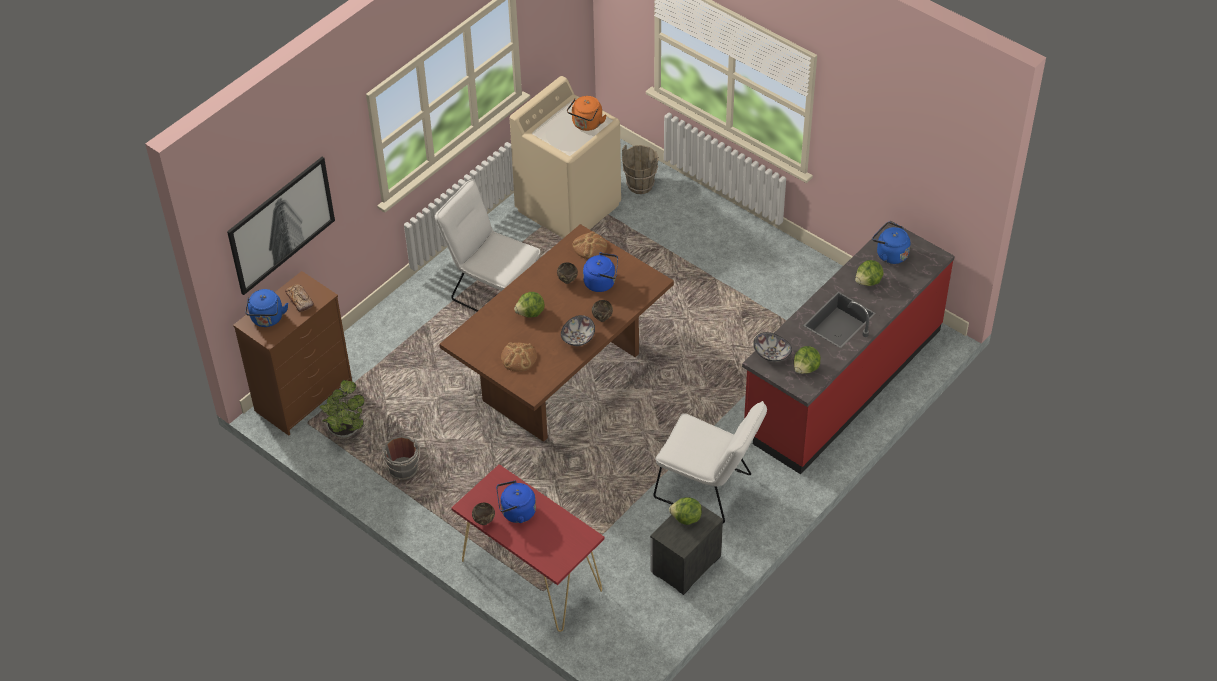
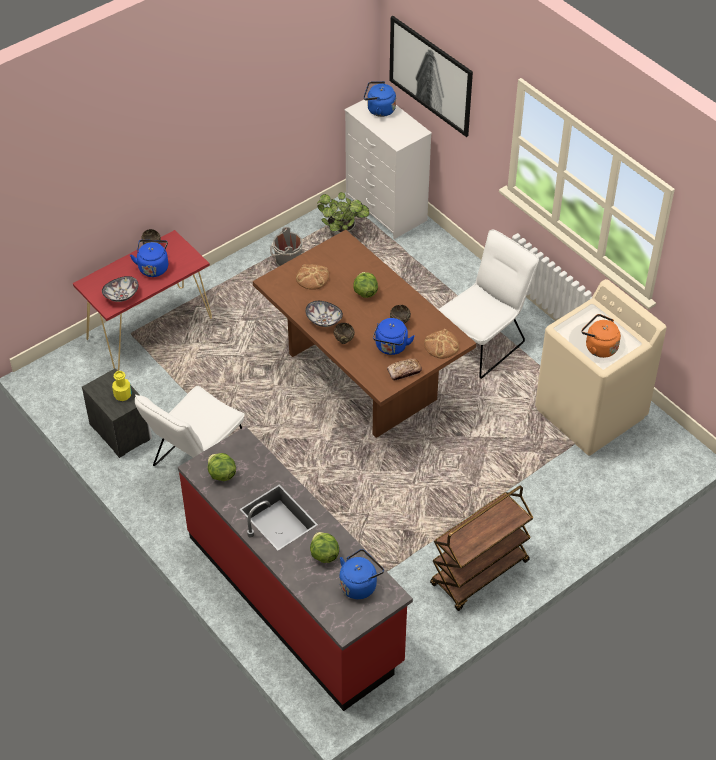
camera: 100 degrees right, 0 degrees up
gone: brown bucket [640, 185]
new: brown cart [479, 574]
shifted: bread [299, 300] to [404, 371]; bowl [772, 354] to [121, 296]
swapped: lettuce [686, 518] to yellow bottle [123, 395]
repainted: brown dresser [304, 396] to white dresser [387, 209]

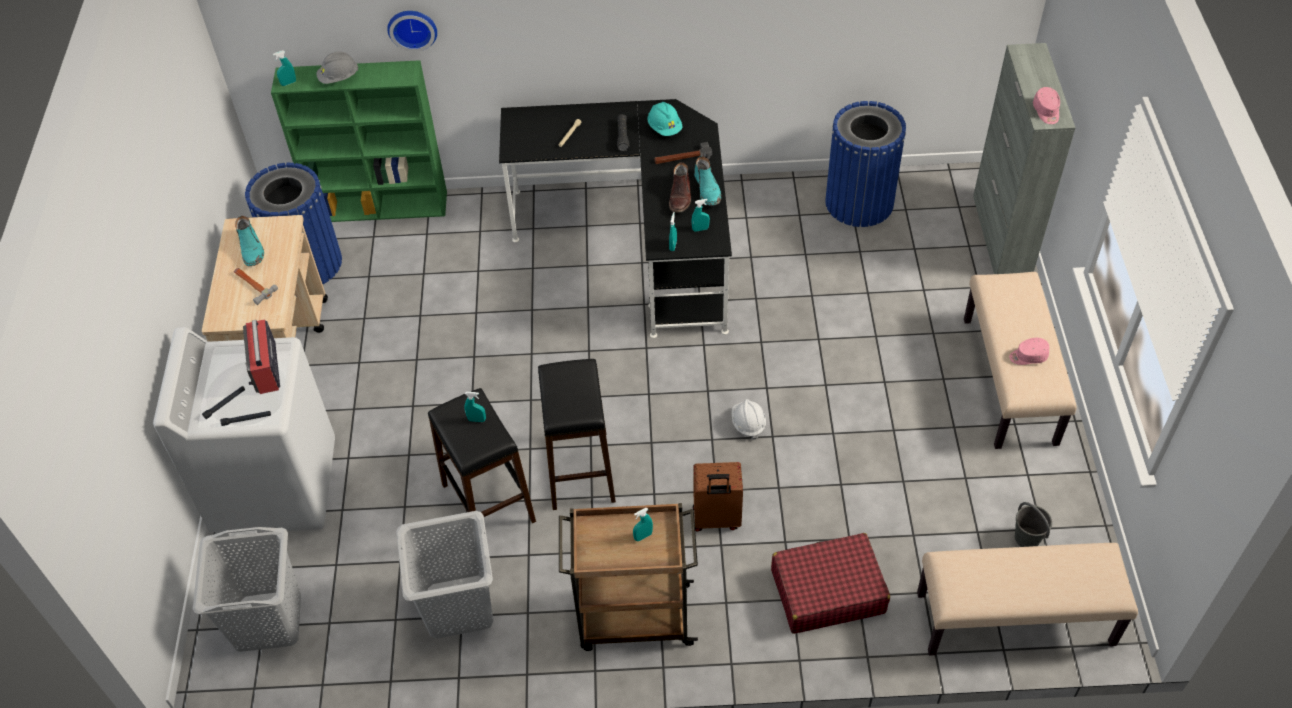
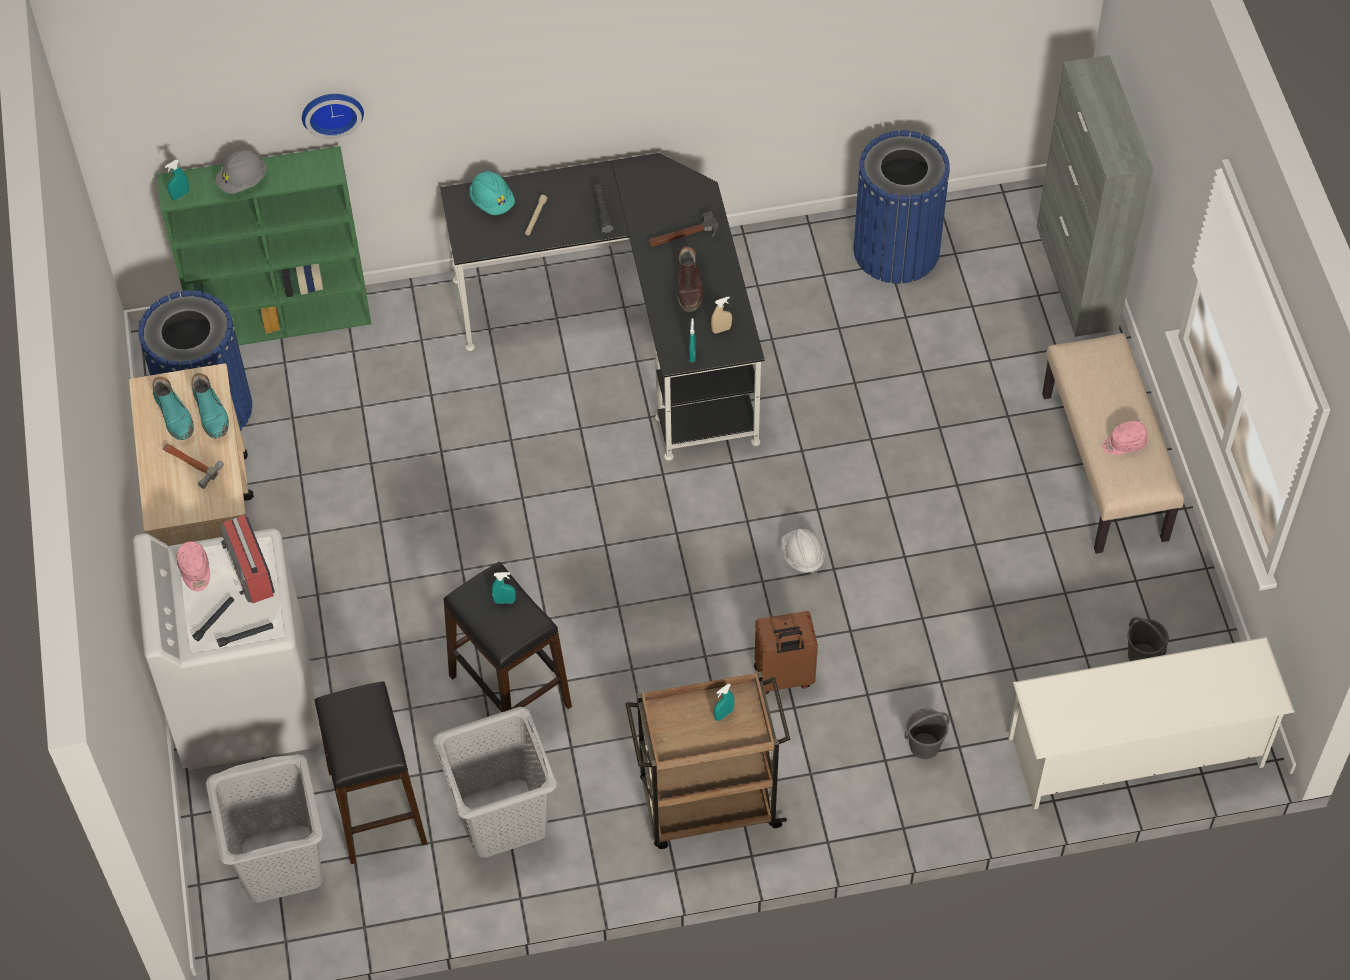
camera: 10 degrees left, 5 degrees up
shifted: black stool [580, 470] to [378, 807]; turquoise hard hat [664, 128] to [492, 202]; turquoise boot [708, 189] to [212, 413]; pink cap [1046, 111] to [195, 571]
swapped: red suitcase [827, 591] to grey bucket [924, 746]; beige bench [1014, 620] to white shoe rack [1136, 752]
repainted: turquoise spray bottle [700, 229] to beige spray bottle [721, 329]

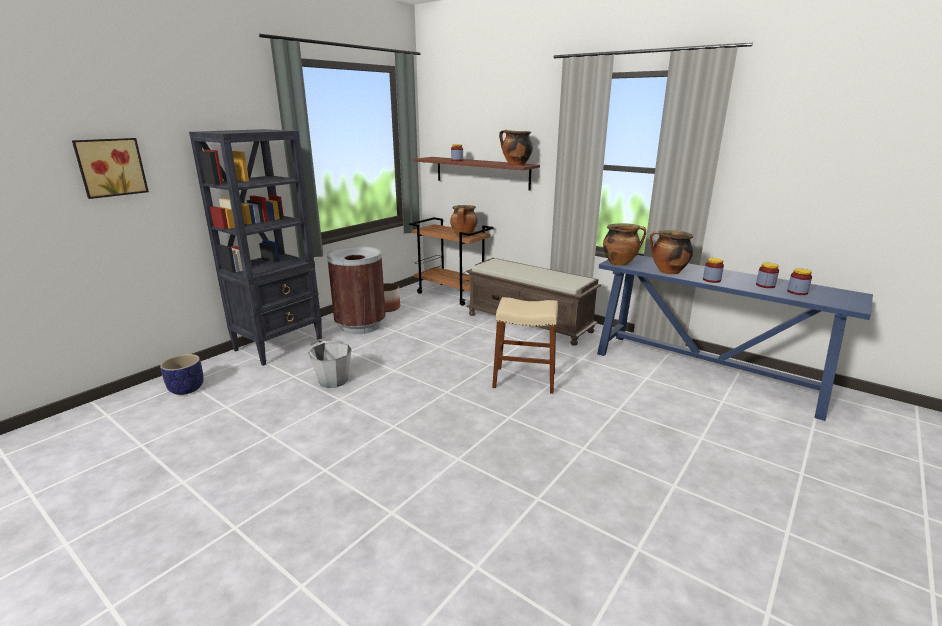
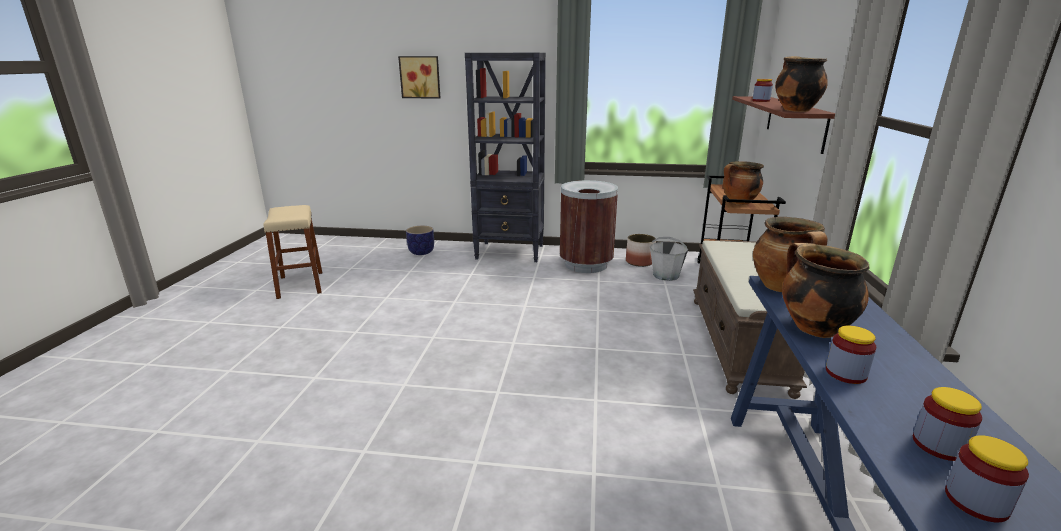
camera: 60 degrees right, 0 degrees up
shifted: grey bucket [333, 380] to [666, 275]; beige stool [524, 380] to [300, 285]

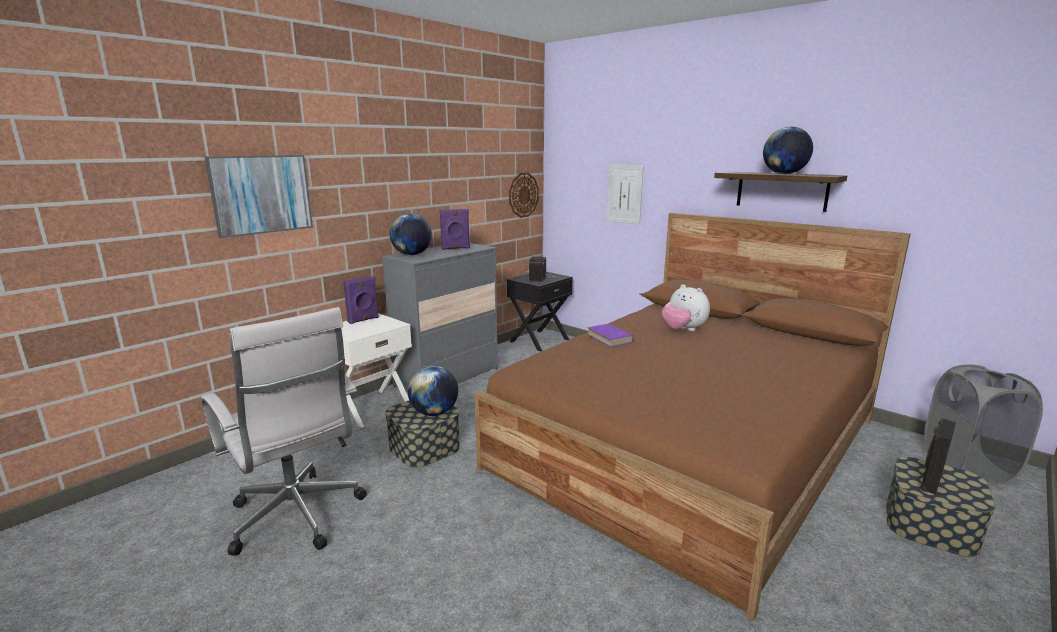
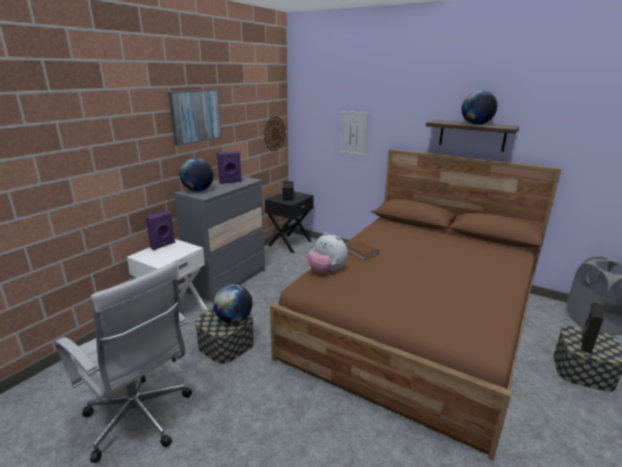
camera: 10 degrees left, 5 degrees up
shifted: picture [261, 194] to [195, 116]; plush toy [683, 330] to [327, 271]
repainted: purple book [609, 338] to brown book [360, 252]

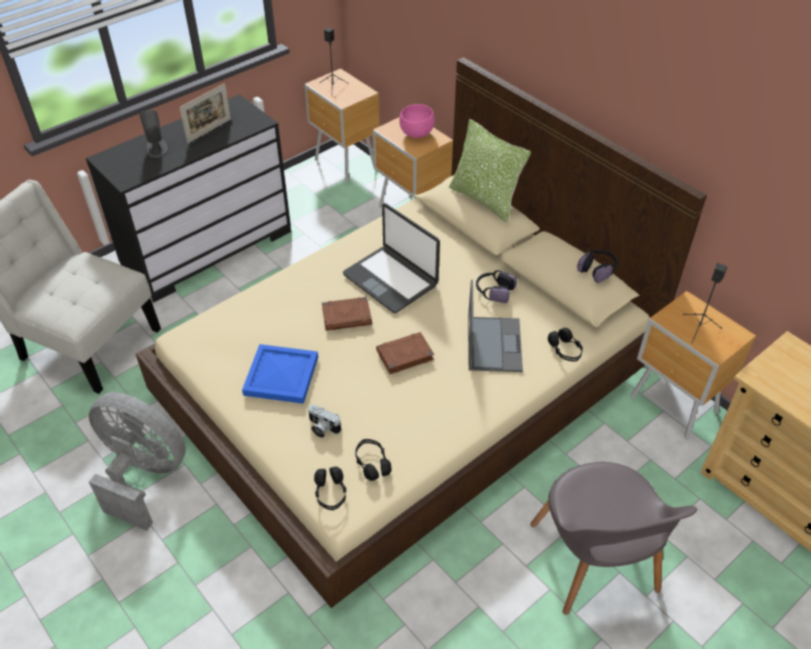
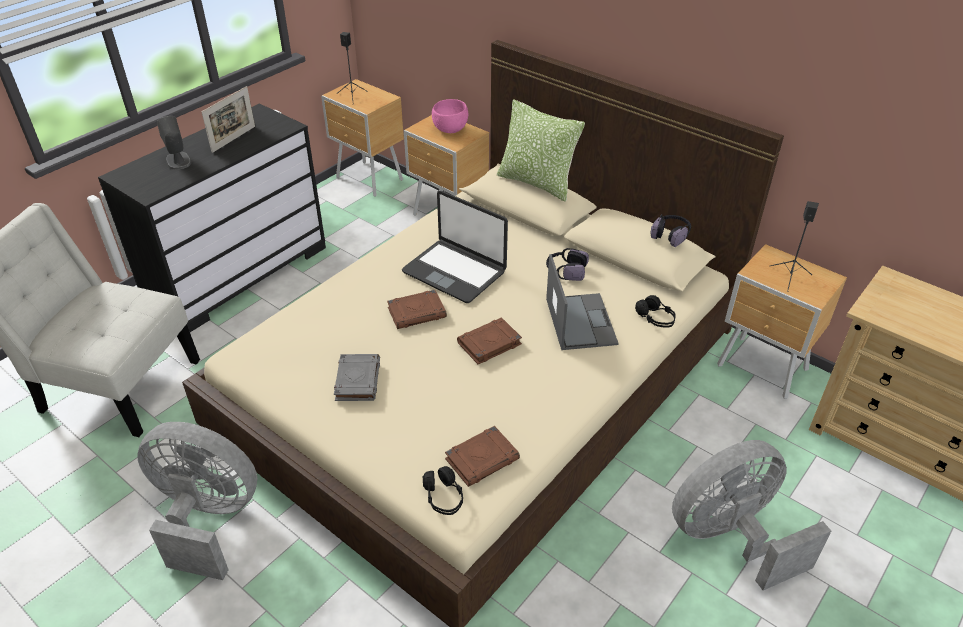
camera: 10 degrees left, 5 degrees down
gone: photo camera [322, 428]
swapped: blue tray [280, 375] to grey book [357, 380]; black headphones [372, 463] to brown book [482, 459]; grey chair [595, 563] to grey fan [730, 537]

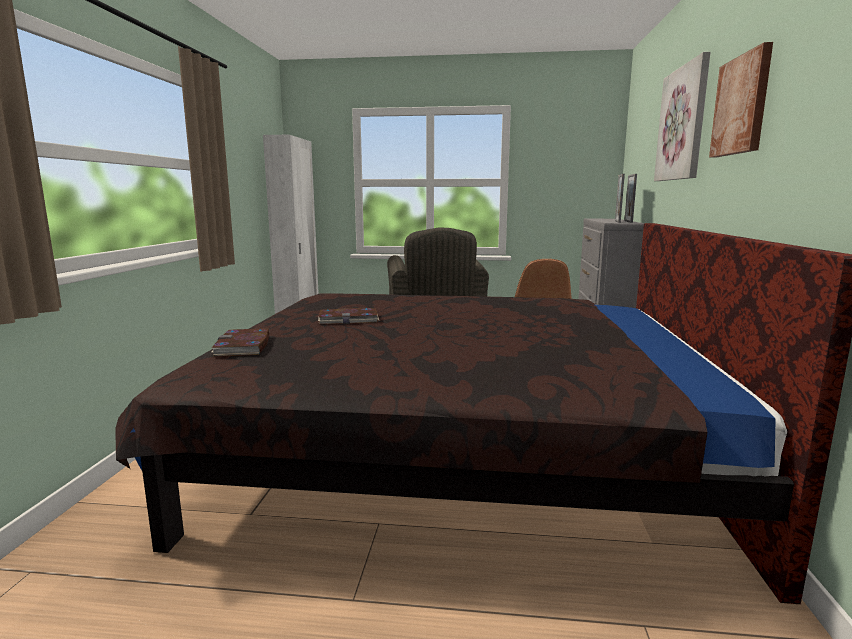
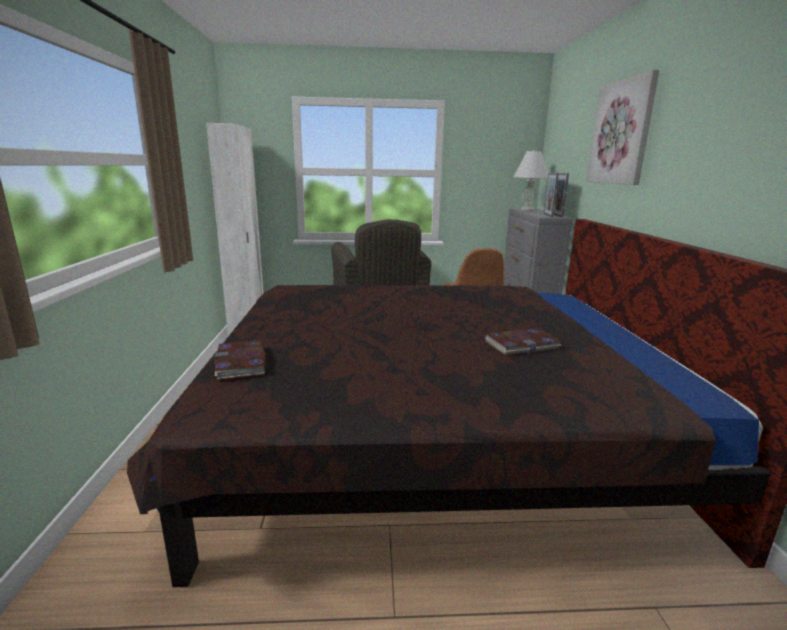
camera: 10 degrees left, 5 degrees up
gone: picture [742, 105]
new: white table lamp [527, 209]
shifted: book [348, 319] to [521, 344]

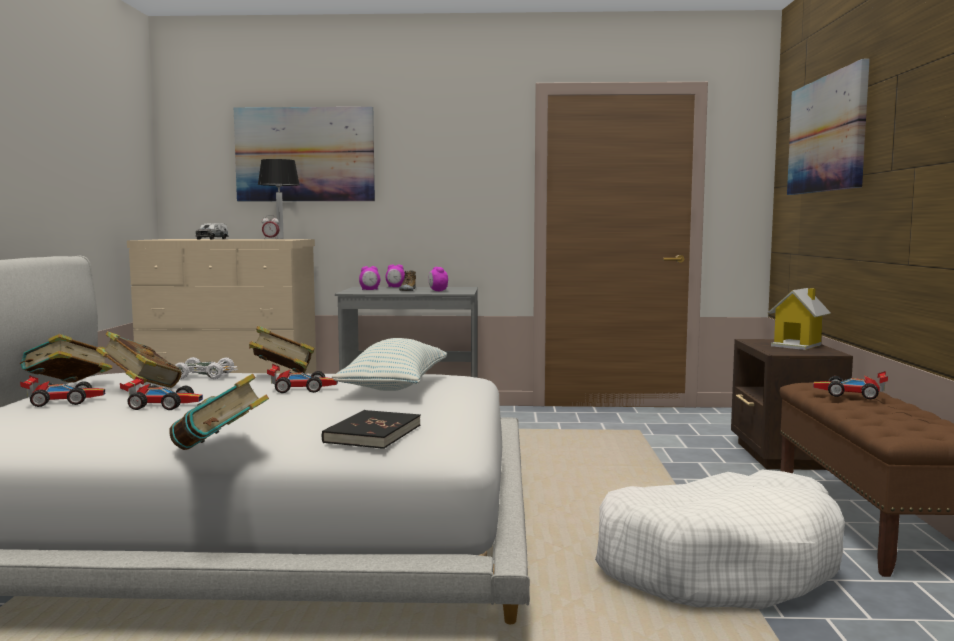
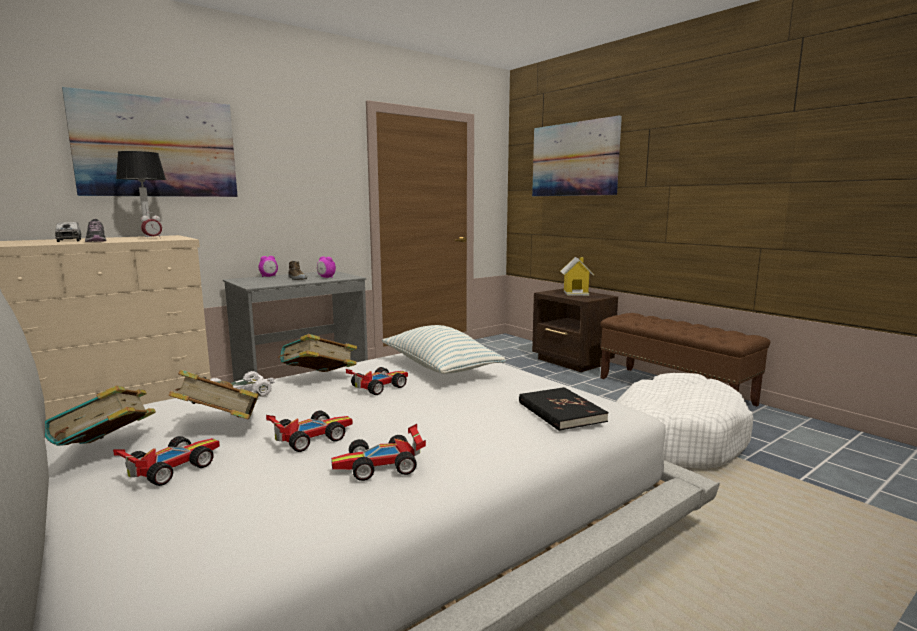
camera: 40 degrees left, 5 degrees up
gone: book [220, 451]; alarm clock [369, 290]
new: shoe [96, 241]
shifted: toy car [851, 394] to [381, 466]

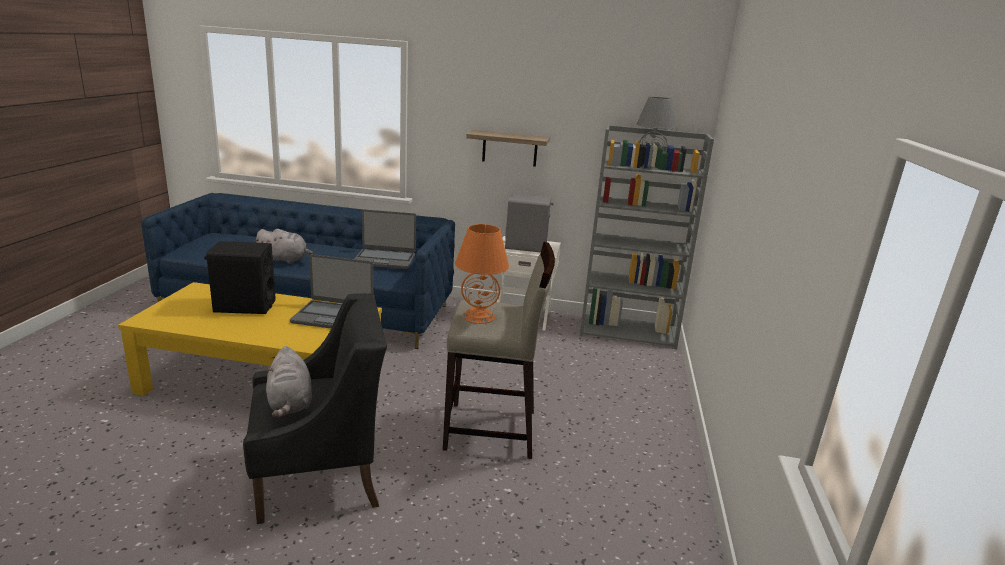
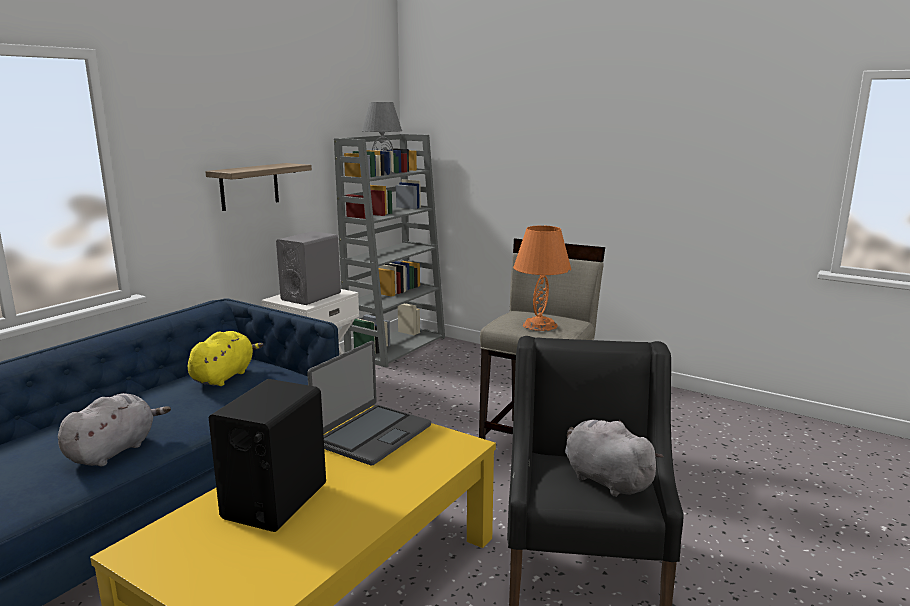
camera: 65 degrees left, 5 degrees down
swapped: laptop [384, 259] to yellow plush toy [224, 376]
rotated: grey plush toy [290, 404] = [604, 479] 135 degrees counterclockwise

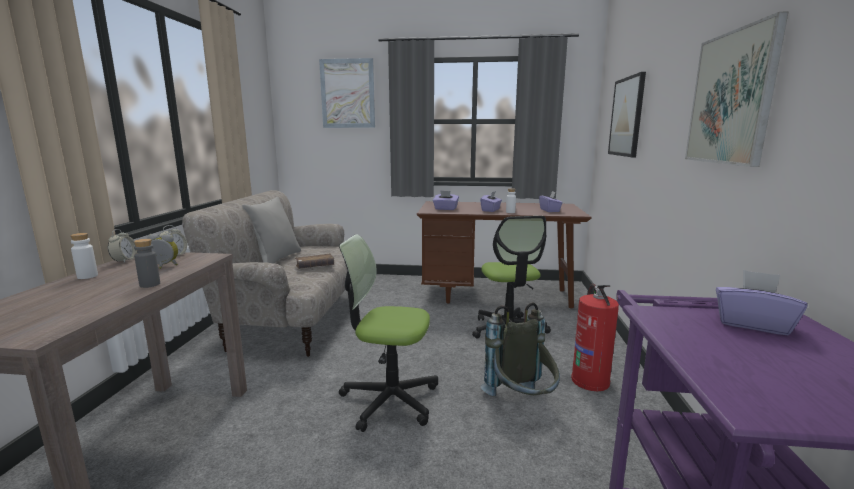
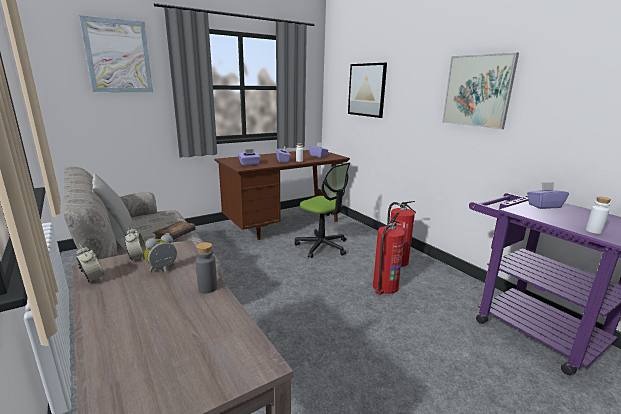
camera: 40 degrees left, 5 degrees up
gone: office chair [389, 399]
shifted: white bottle [87, 276] to [593, 231]
swapped: grey backpack [521, 403] to fire extinguisher [384, 287]

